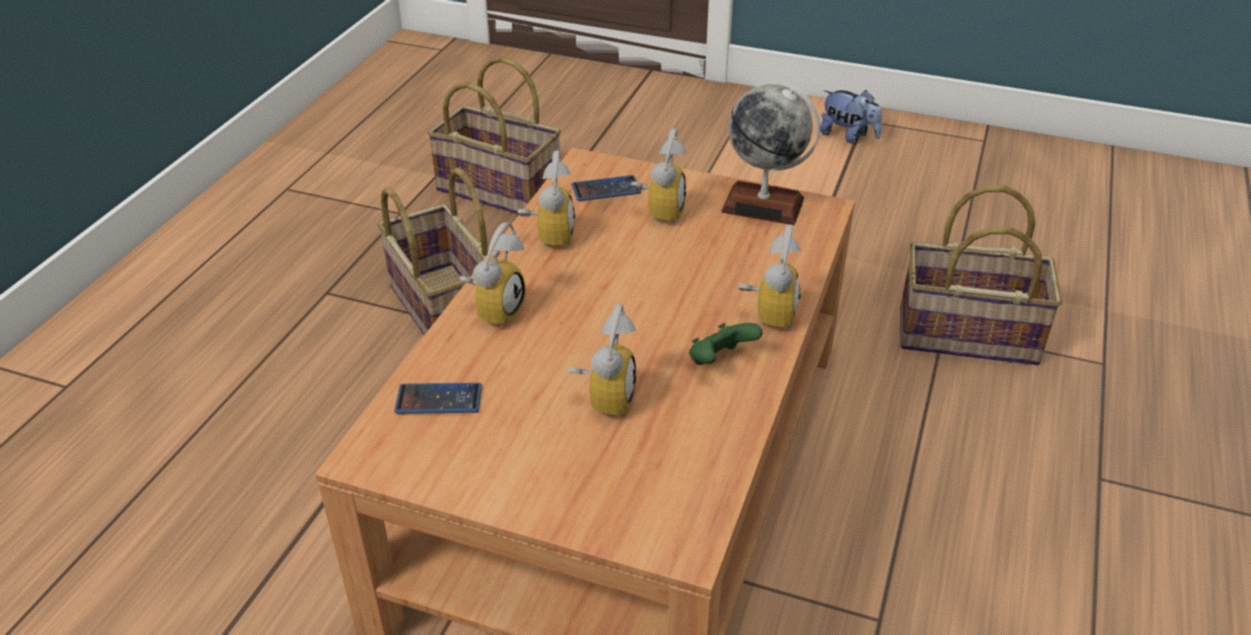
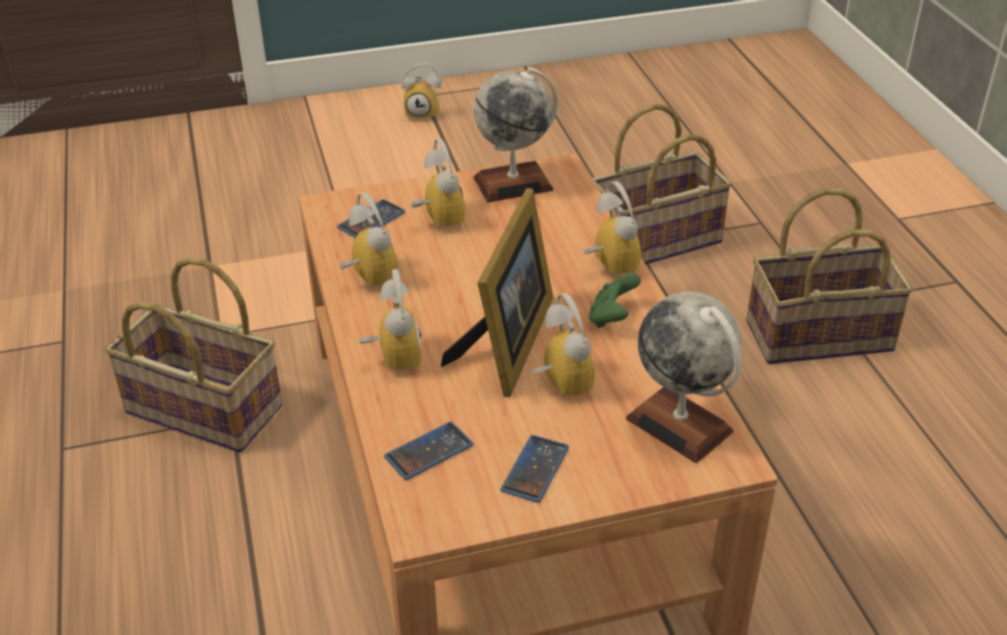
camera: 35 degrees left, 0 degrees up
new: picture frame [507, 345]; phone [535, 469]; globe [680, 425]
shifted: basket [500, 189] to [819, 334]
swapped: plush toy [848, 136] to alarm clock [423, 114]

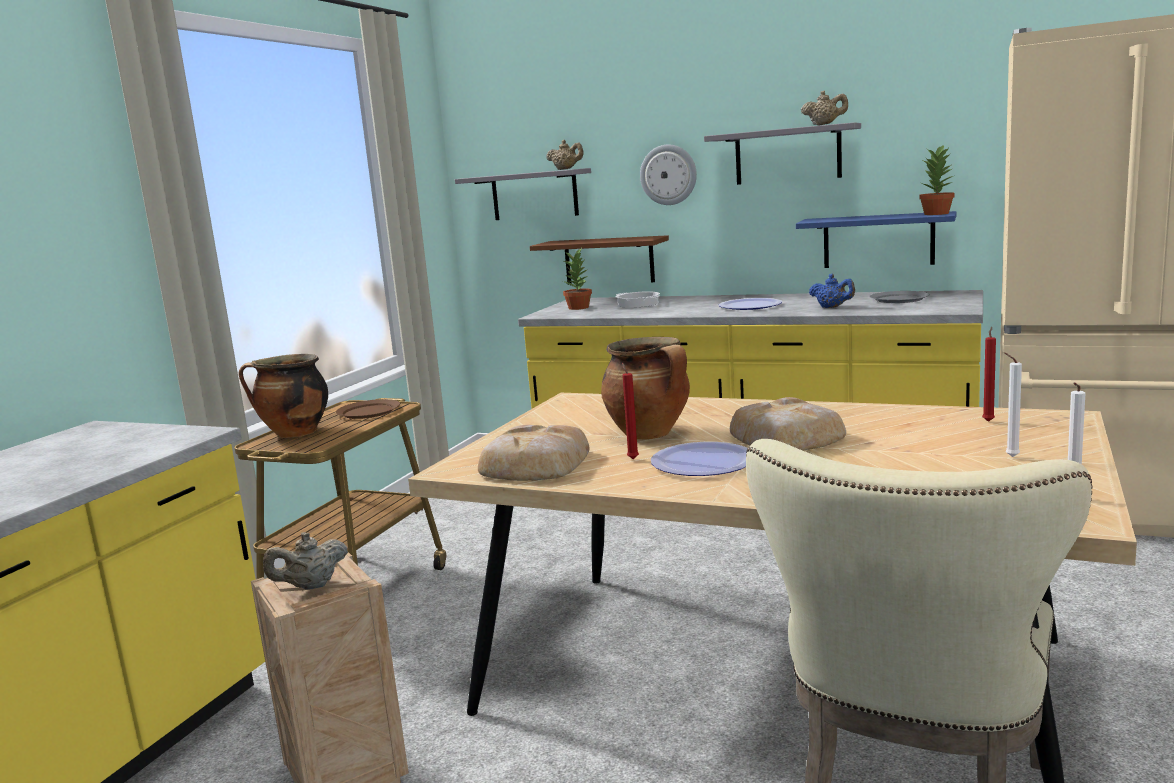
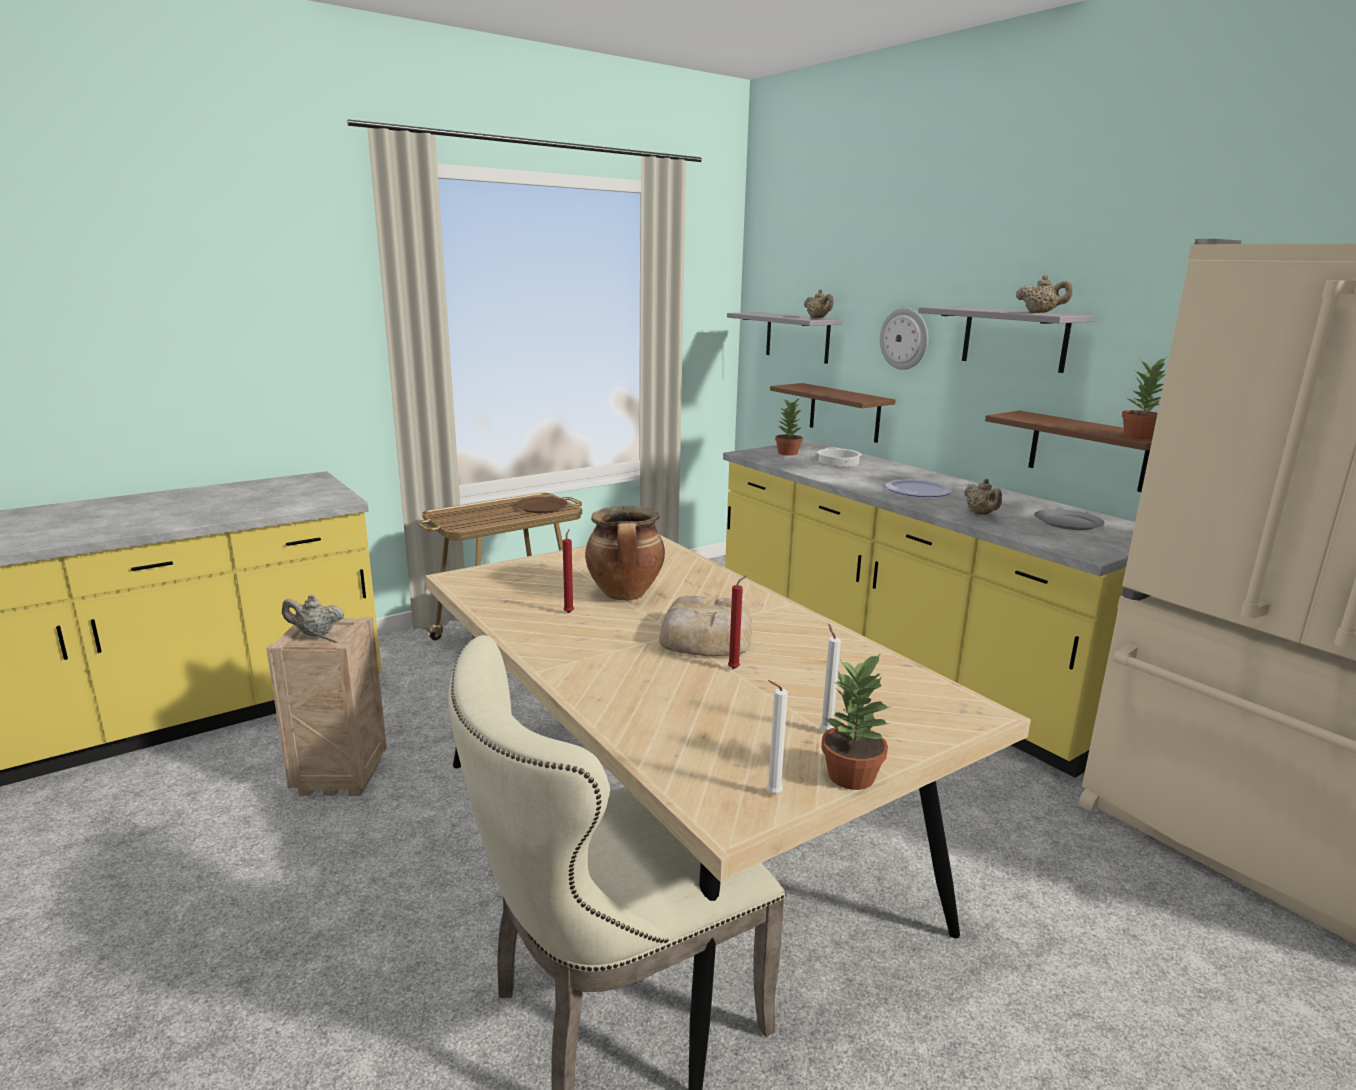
camera: 30 degrees right, 5 degrees up
gone: cooking pot [294, 434]; bread [533, 465]; plate [703, 462]
new: potted plant [852, 777]
shifted: red candle [988, 421] to [735, 668]
repainted: blue shelf [878, 240] to brown shelf [1088, 451]; blue teapot [832, 307] to beige teapot [981, 514]

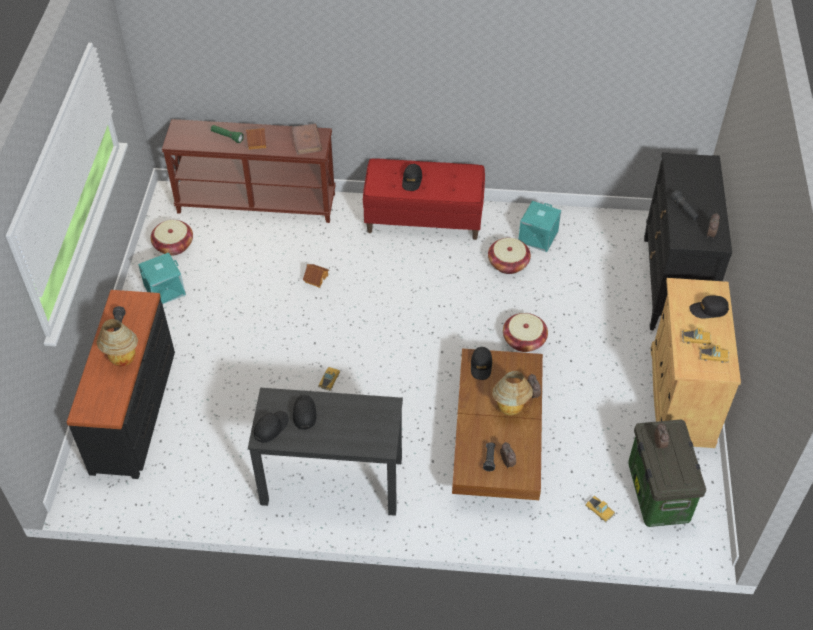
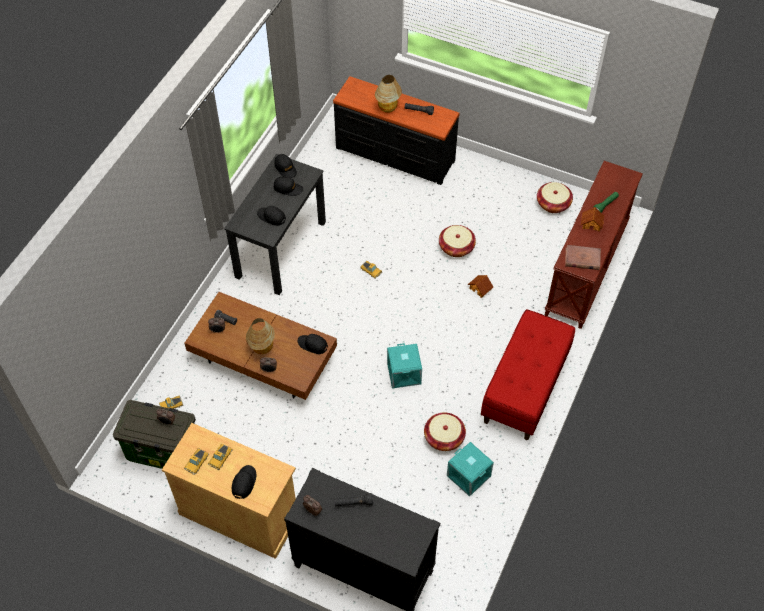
camera: 110 degrees right, 5 degrees up
shifted: turquoise storage box [164, 289] to [404, 373]; black cap [412, 180] to [271, 217]; basket [524, 340] to [456, 247]

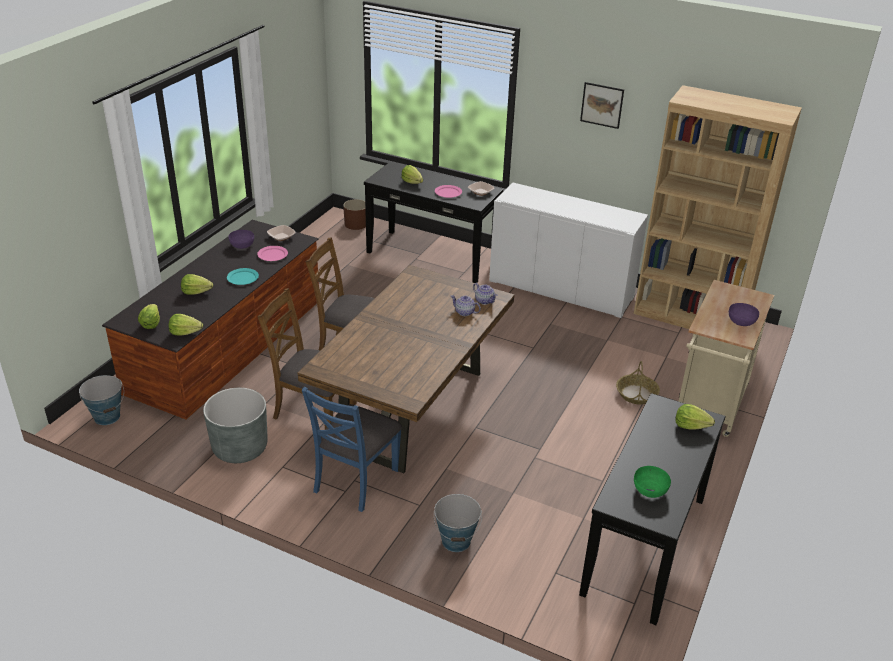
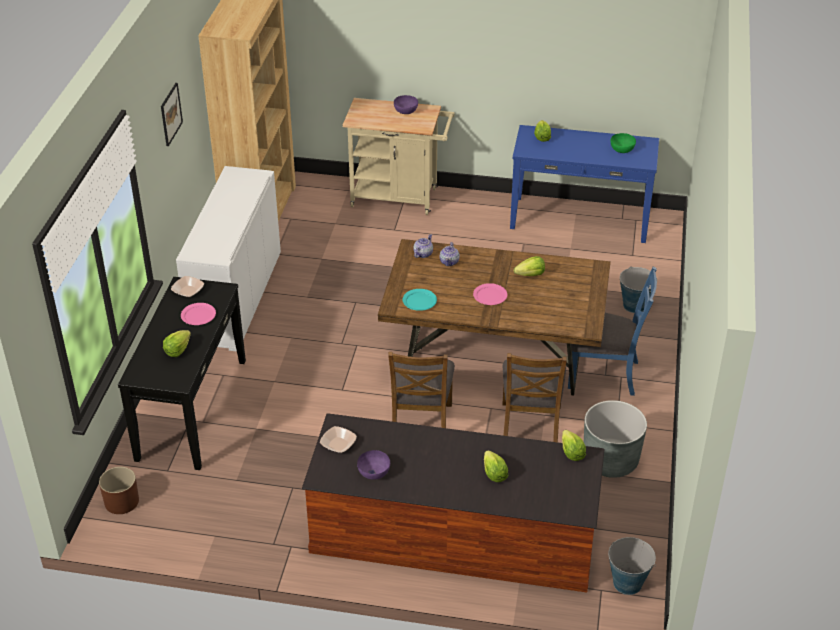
camera: 105 degrees left, 5 degrees up
gone: basket [636, 394]
shifted: lettuce [151, 323] to [530, 275]; turquoise plate [243, 278] to [420, 301]; pink plate [272, 255] to [490, 296]
repainted: black console table [645, 545] to blue console table [579, 219]

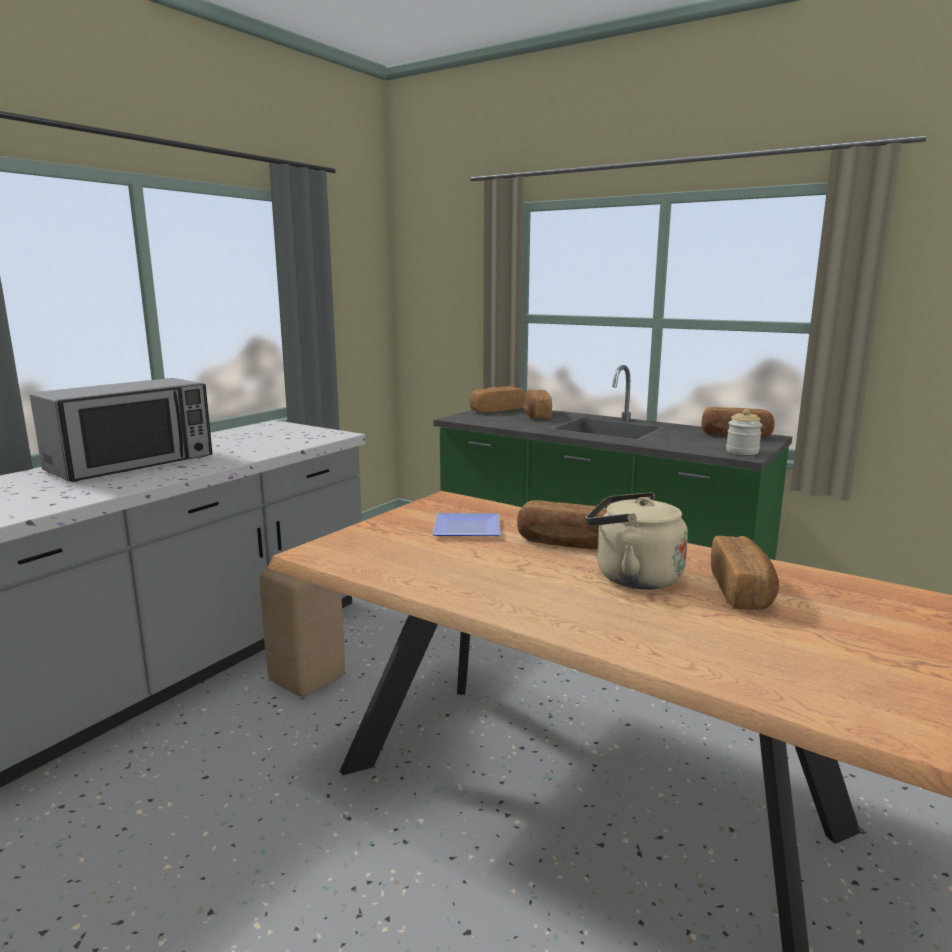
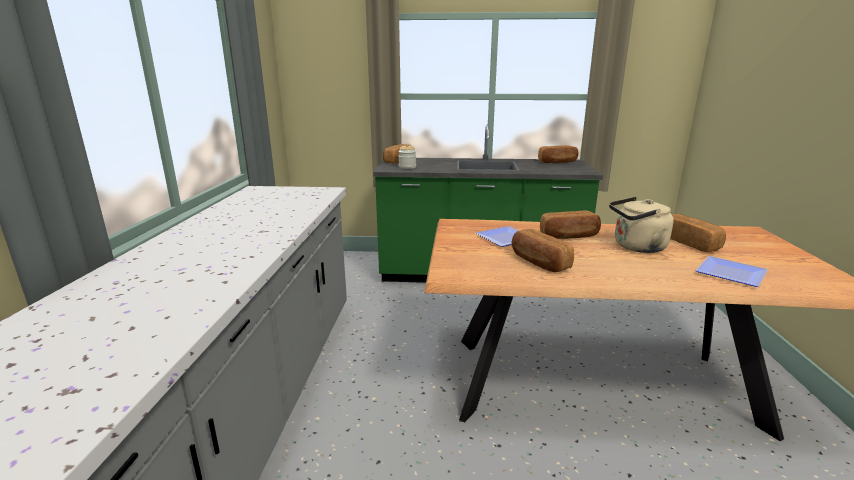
camera: 30 degrees left, 5 degrees up
gone: microwave [132, 464]; beige stool [307, 679]
new: plate [728, 272]
shifted: bread [536, 415] to [538, 262]; jar [742, 451] to [407, 167]

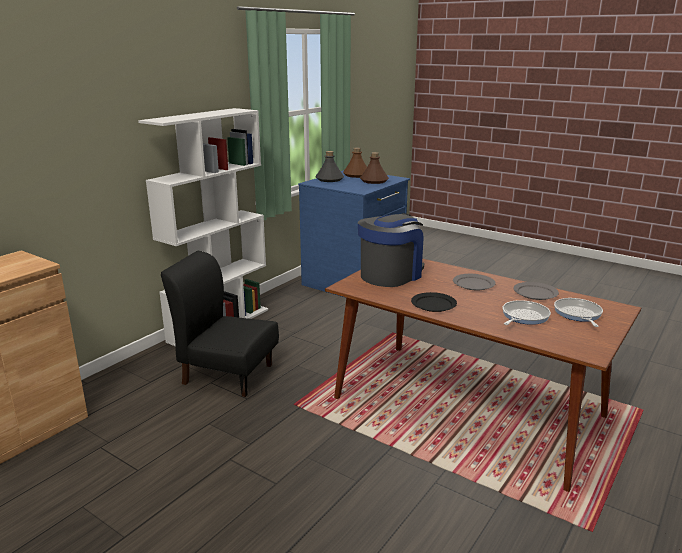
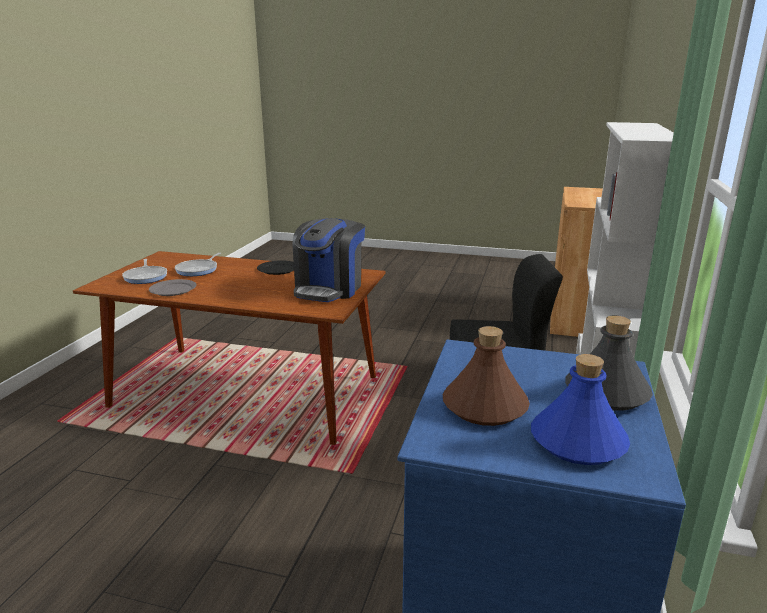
camera: 160 degrees right, 0 degrees up
gone: grey plate [474, 284]
repainted: brown bottle [356, 175] to blue bottle [578, 442]

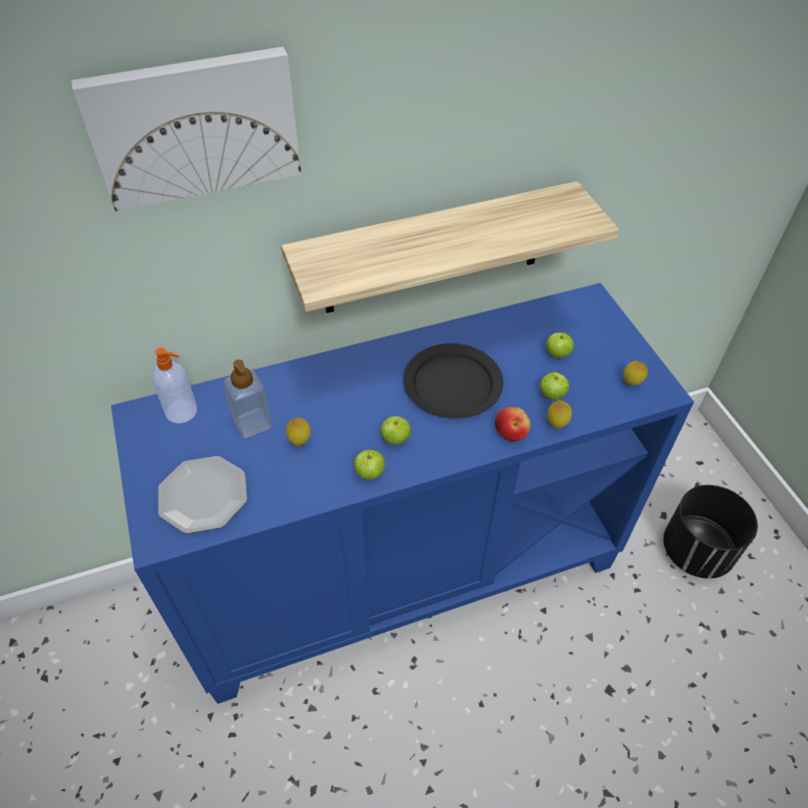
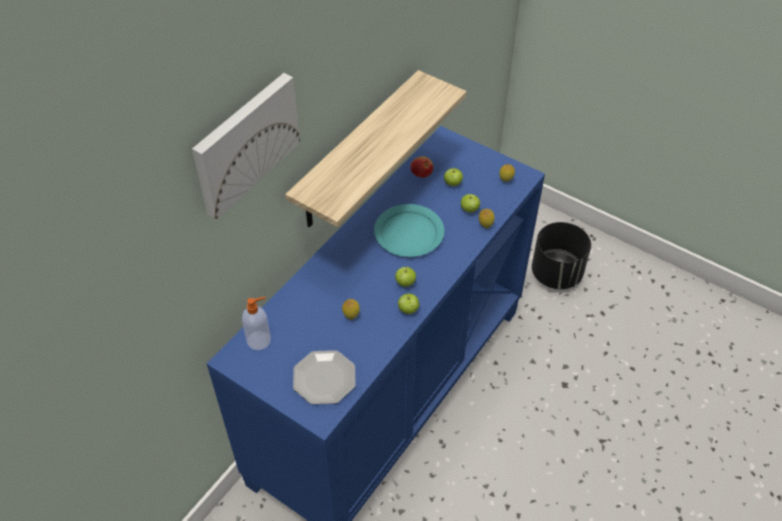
camera: 35 degrees left, 0 degrees up
gone: soap dispenser [252, 423]
shifted: apple [511, 432] to [421, 173]
repainted: black plate [453, 383] to turquoise plate [409, 232]

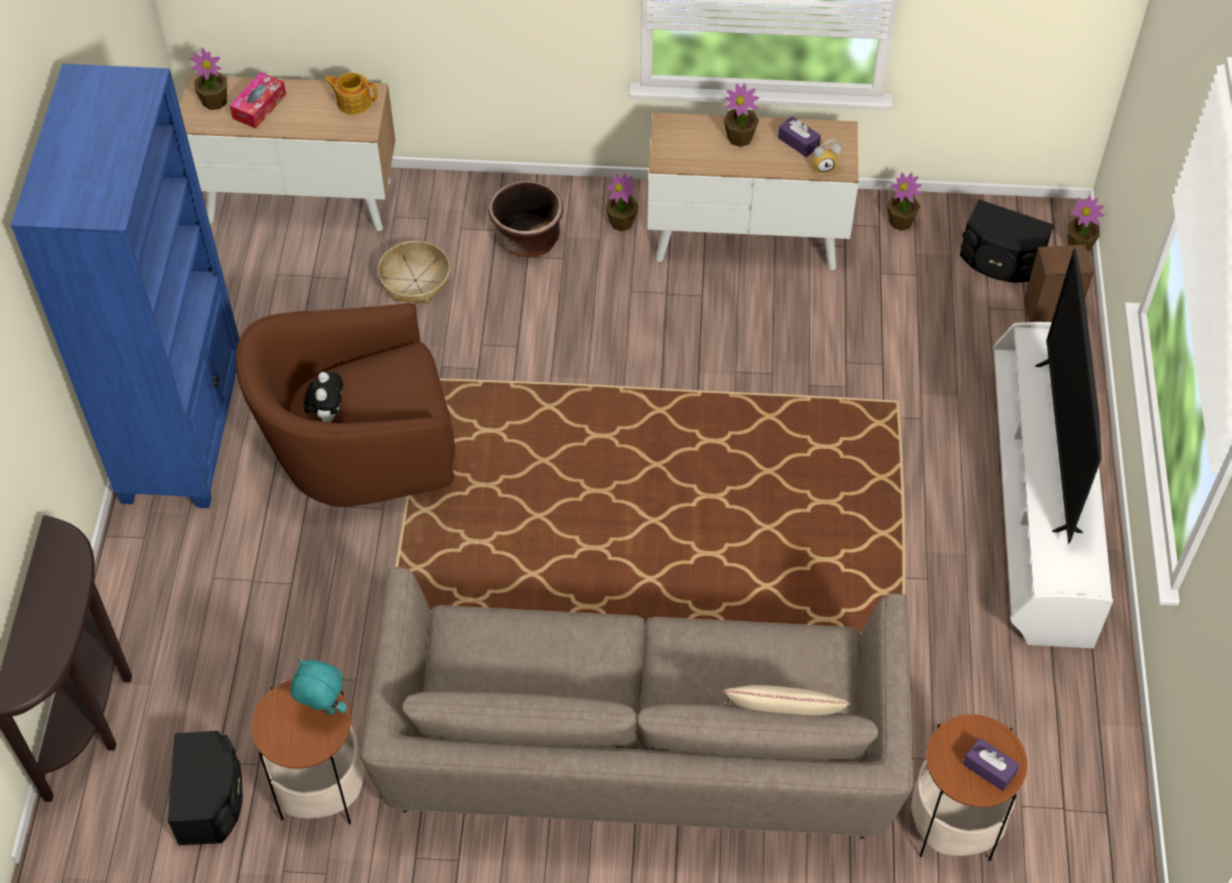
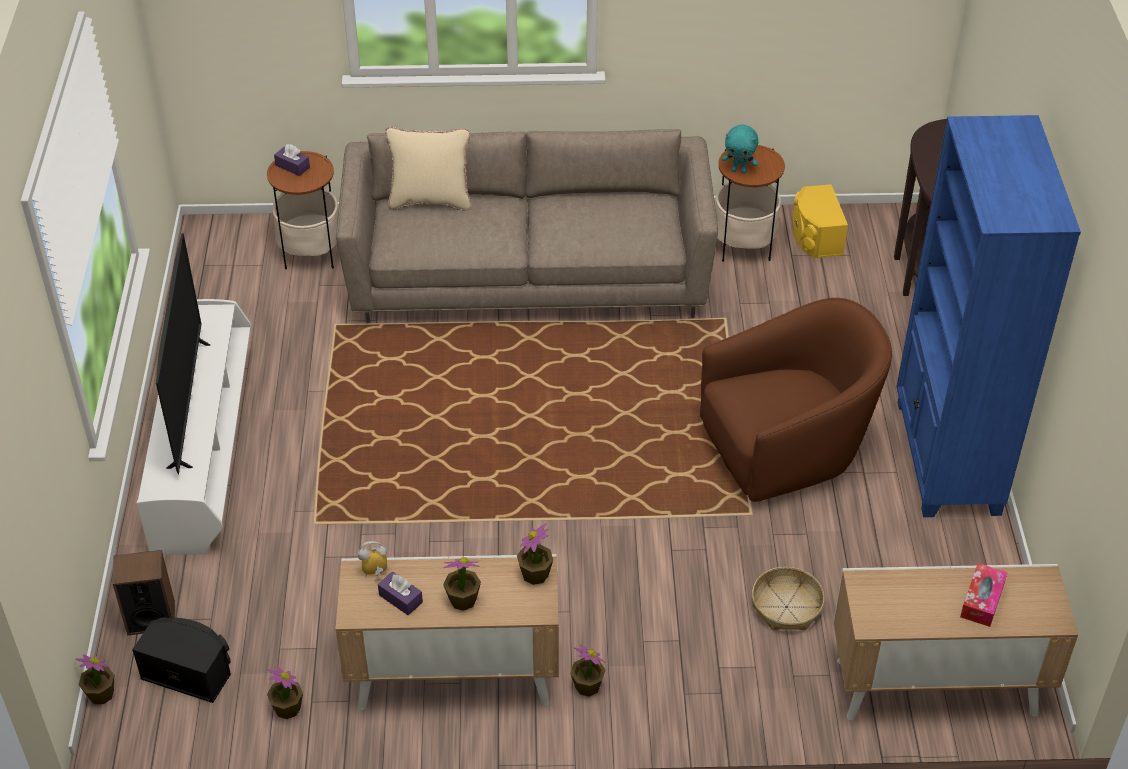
camera: 175 degrees right, 10 degrees down
gone: plush toy [327, 414]; teapot [353, 102]; brown planter [527, 239]
shifted: potted plant [215, 101] to [535, 574]
repainted: black speaker [211, 799] to yellow speaker [815, 236]

